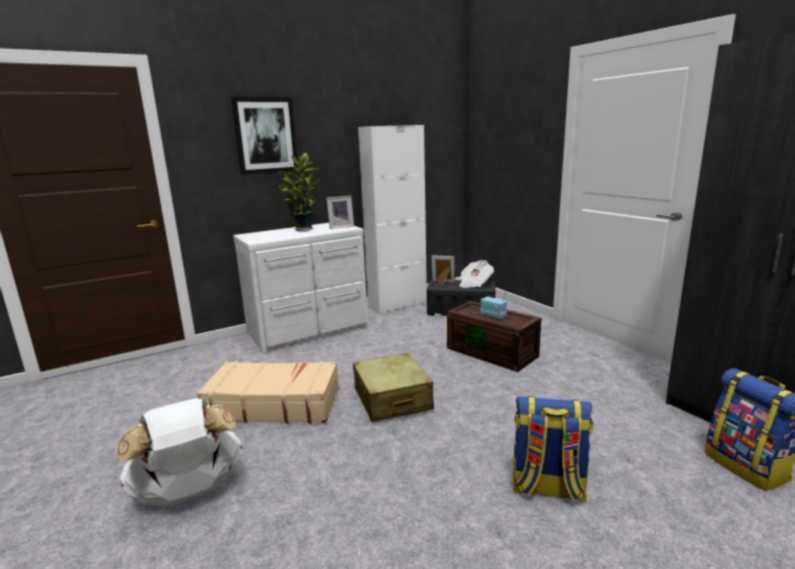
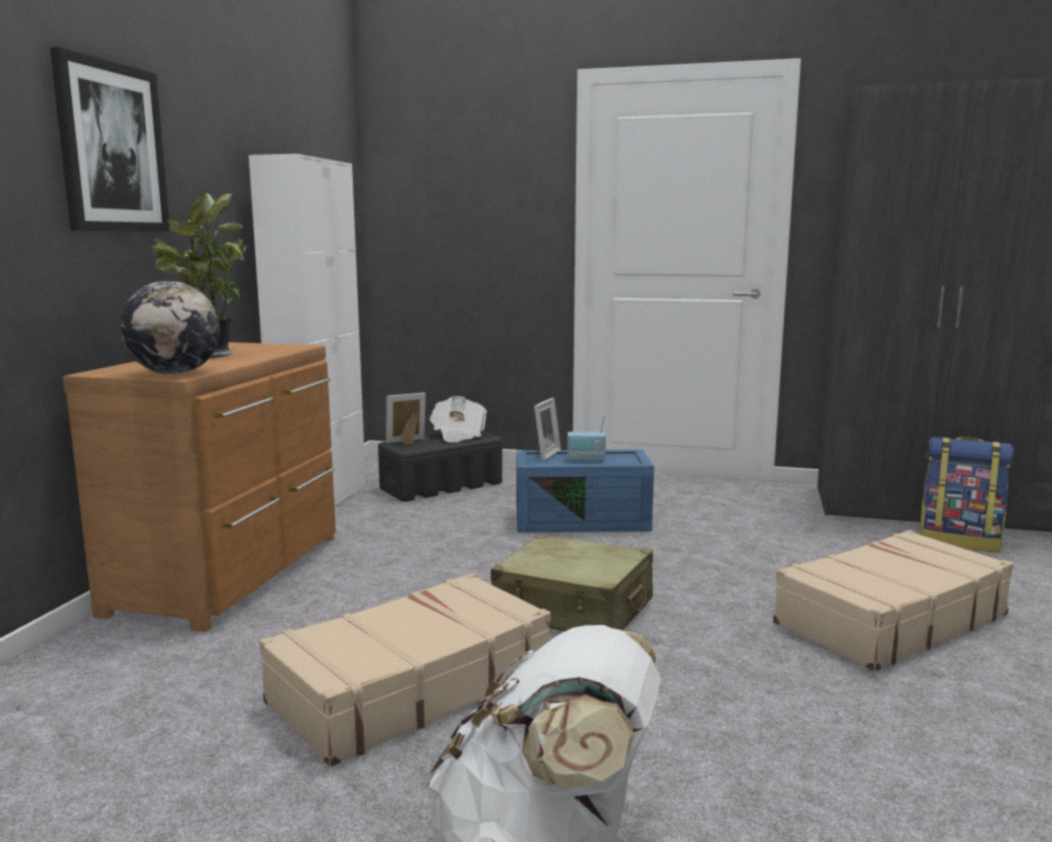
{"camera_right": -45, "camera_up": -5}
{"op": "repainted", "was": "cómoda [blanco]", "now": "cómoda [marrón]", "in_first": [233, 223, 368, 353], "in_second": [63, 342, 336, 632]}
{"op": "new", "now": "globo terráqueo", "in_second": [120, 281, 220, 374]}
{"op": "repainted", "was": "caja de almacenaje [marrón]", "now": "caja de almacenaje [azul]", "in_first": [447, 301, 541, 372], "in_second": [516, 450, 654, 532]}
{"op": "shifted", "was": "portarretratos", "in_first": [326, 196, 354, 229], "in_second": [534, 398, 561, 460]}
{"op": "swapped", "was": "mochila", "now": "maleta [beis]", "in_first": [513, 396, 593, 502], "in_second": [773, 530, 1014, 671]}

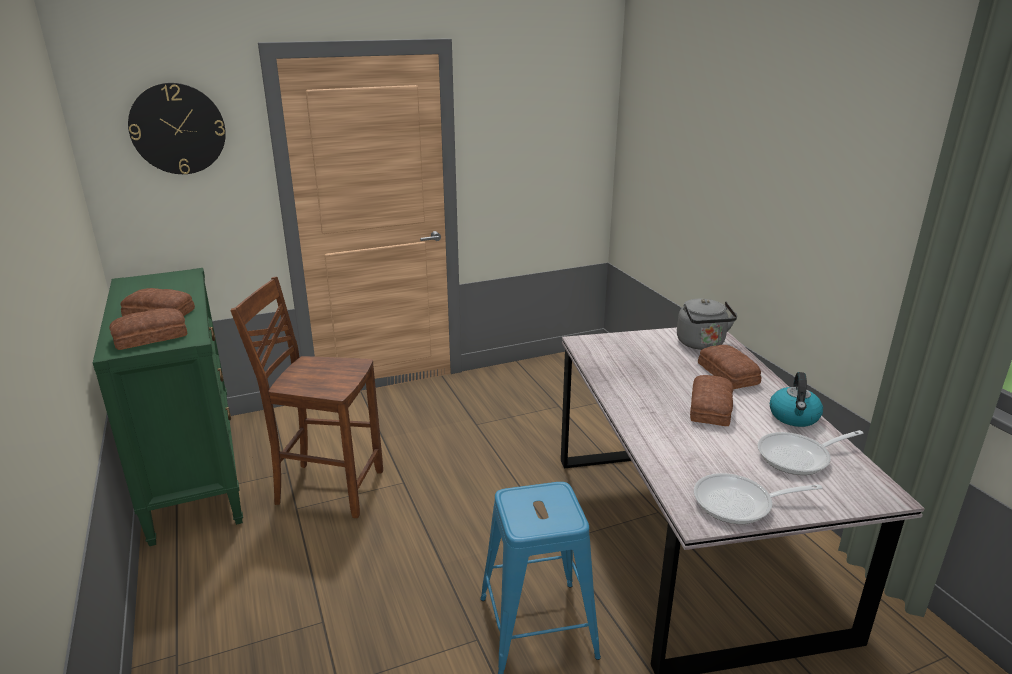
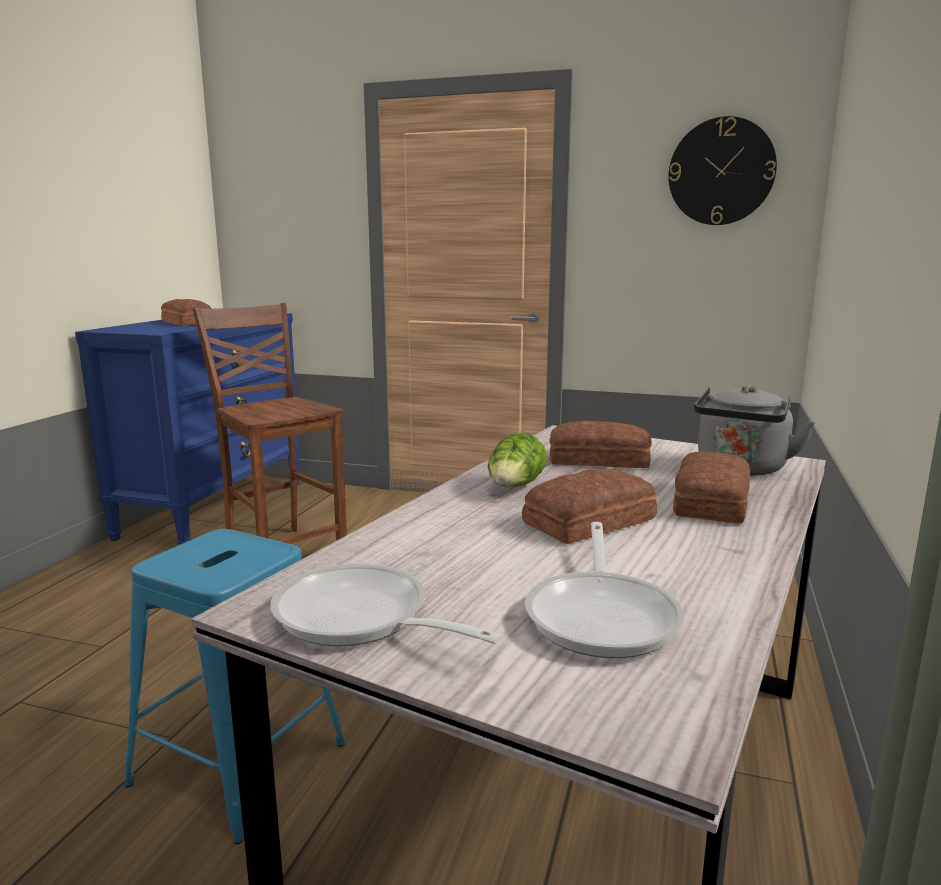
{"camera_right": 40, "camera_up": -10}
{"op": "repainted", "was": "cómoda [verde]", "now": "cómoda [azul]", "in_first": [93, 268, 243, 546], "in_second": [75, 313, 301, 545]}
{"op": "new", "now": "lechuga", "in_second": [488, 432, 547, 487]}
{"op": "rotated", "was": "sartén", "in_first": [757, 430, 863, 475], "in_second": [525, 522, 684, 658], "clockwise": -105}
{"op": "shifted", "was": "pan", "in_first": [109, 308, 187, 350], "in_second": [550, 421, 652, 468]}
{"op": "shifted", "was": "reloj de pared", "in_first": [128, 83, 226, 174], "in_second": [668, 116, 777, 225]}
{"op": "gone", "was": "hervidor", "in_first": [770, 372, 823, 427]}

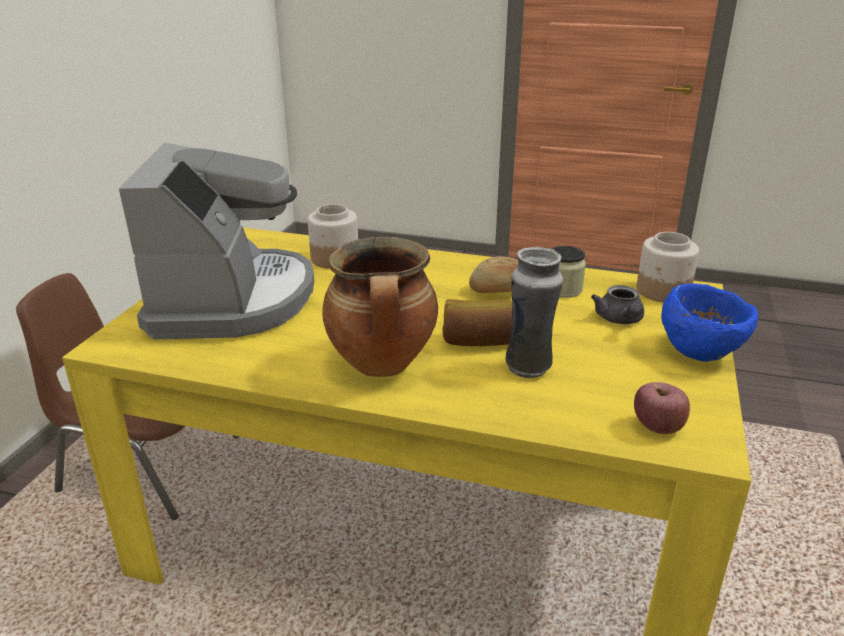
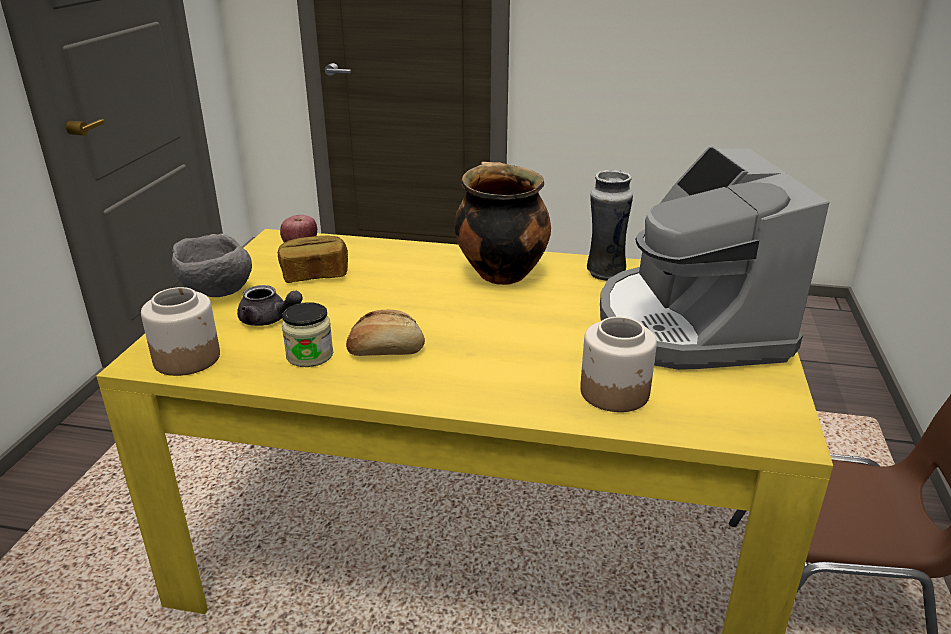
{"camera_right": 175, "camera_up": 0}
{"op": "repainted", "was": "cuenco [azul]", "now": "cuenco [gris]", "in_first": [661, 283, 758, 362], "in_second": [172, 234, 252, 297]}
{"op": "rotated", "was": "tetera [gris]", "in_first": [591, 285, 644, 324], "in_second": [237, 285, 303, 326], "clockwise": 120}
{"op": "shifted", "was": "pan", "in_first": [442, 299, 512, 346], "in_second": [277, 236, 348, 283]}
{"op": "shifted", "was": "florero", "in_first": [505, 246, 563, 378], "in_second": [587, 170, 633, 281]}

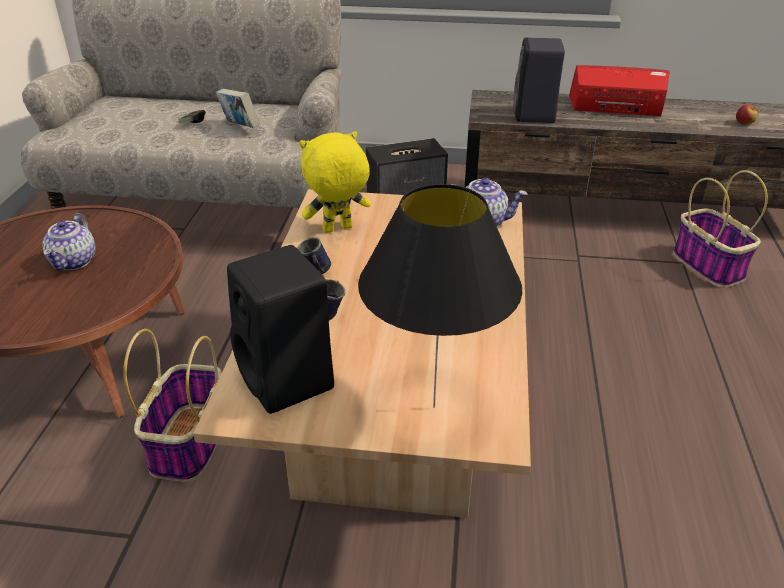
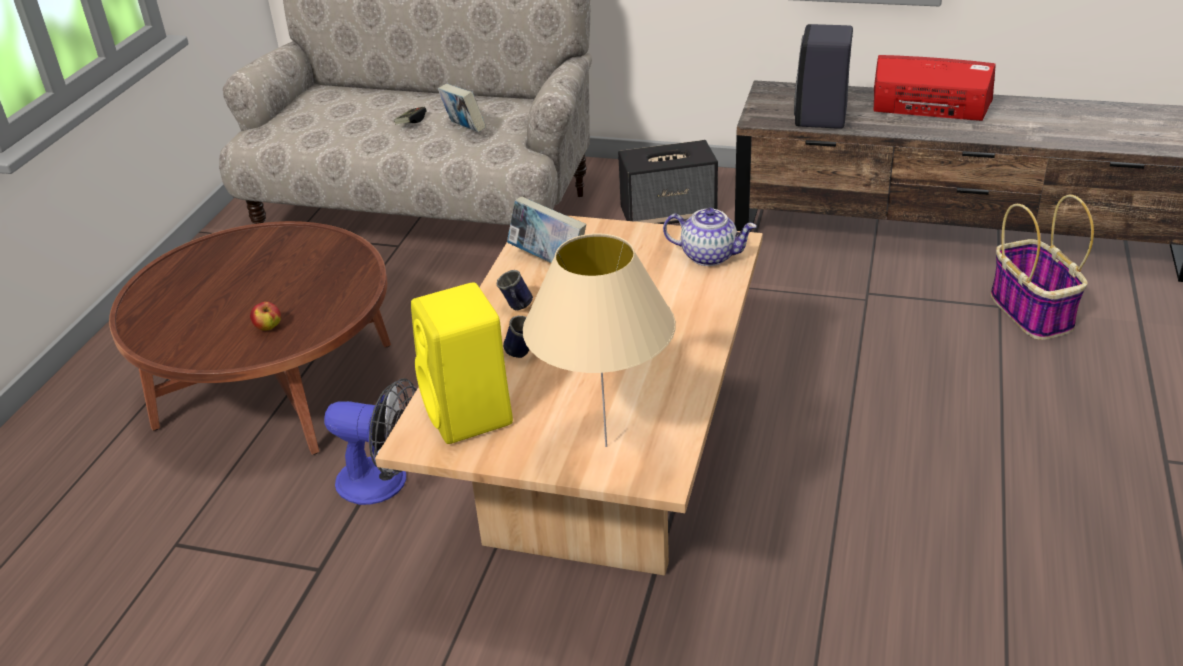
{"camera_right": 10, "camera_up": 0}
{"op": "shifted", "was": "manzana", "in_first": [736, 105, 758, 125], "in_second": [250, 301, 281, 330]}
{"op": "swapped", "was": "cesta", "now": "ventilador", "in_first": [123, 329, 222, 482], "in_second": [324, 378, 417, 505]}
{"op": "repainted", "was": "altavoz [negro]", "now": "altavoz [amarillo]", "in_first": [227, 245, 334, 414], "in_second": [411, 282, 513, 444]}
{"op": "swapped", "was": "peluche [amarillo]", "now": "libro", "in_first": [299, 131, 371, 233], "in_second": [507, 197, 586, 263]}
{"op": "repainted", "was": "lámpara de mesa [negro]", "now": "lámpara de mesa [beis]", "in_first": [358, 184, 522, 408], "in_second": [523, 234, 676, 447]}
{"op": "gone", "was": "tetera", "in_first": [42, 213, 96, 270]}

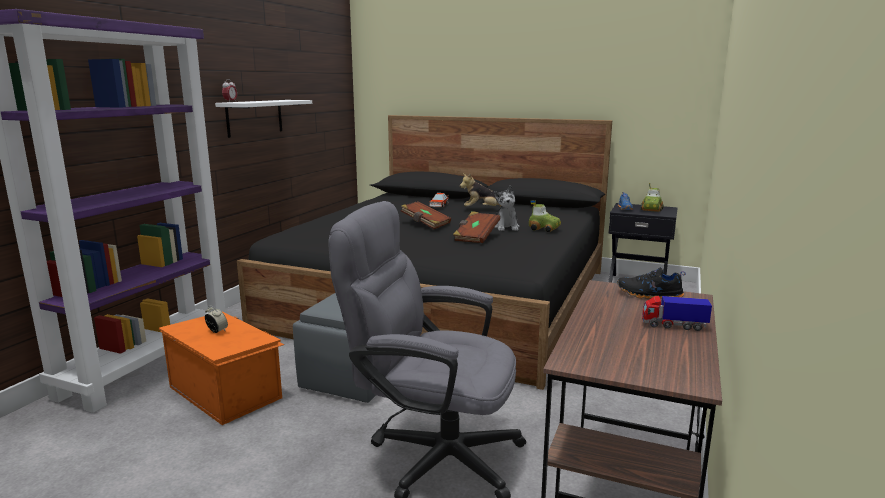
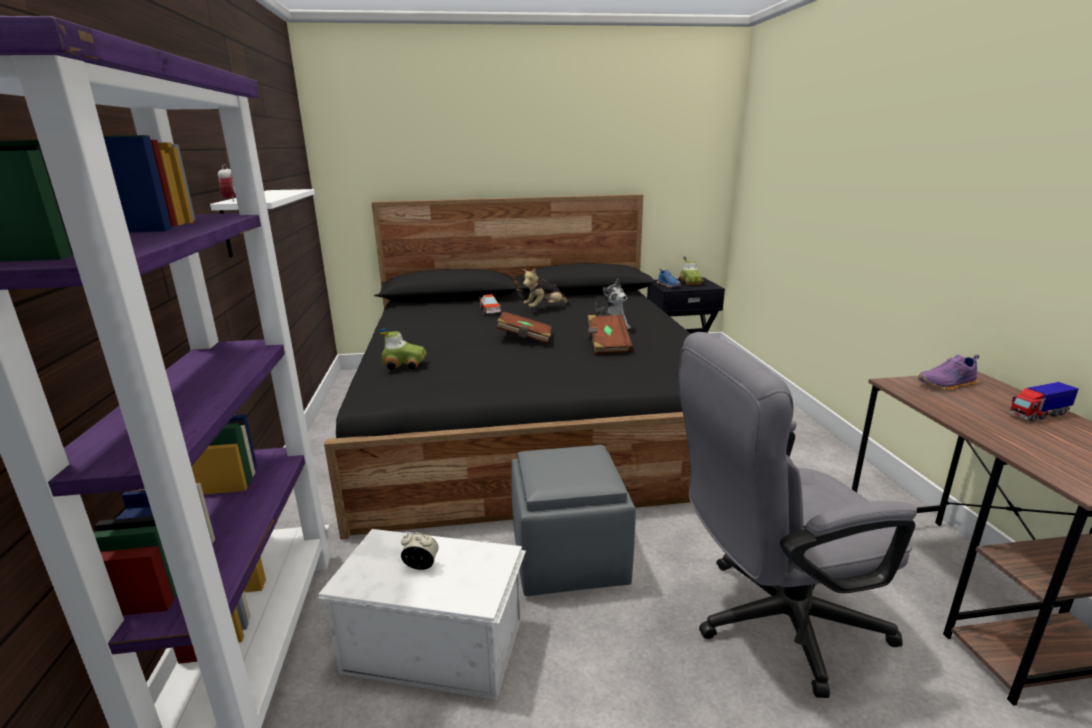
{"camera_right": -30, "camera_up": 5}
{"op": "repainted", "was": "caja de almacenaje [naranja]", "now": "caja de almacenaje [blanco]", "in_first": [159, 311, 284, 425], "in_second": [318, 529, 526, 700]}
{"op": "shifted", "was": "coche de juguete", "in_first": [529, 200, 561, 232], "in_second": [379, 328, 426, 370]}
{"op": "repainted", "was": "zapato [negro]", "now": "zapato [morado]", "in_first": [617, 267, 686, 299], "in_second": [918, 354, 979, 390]}

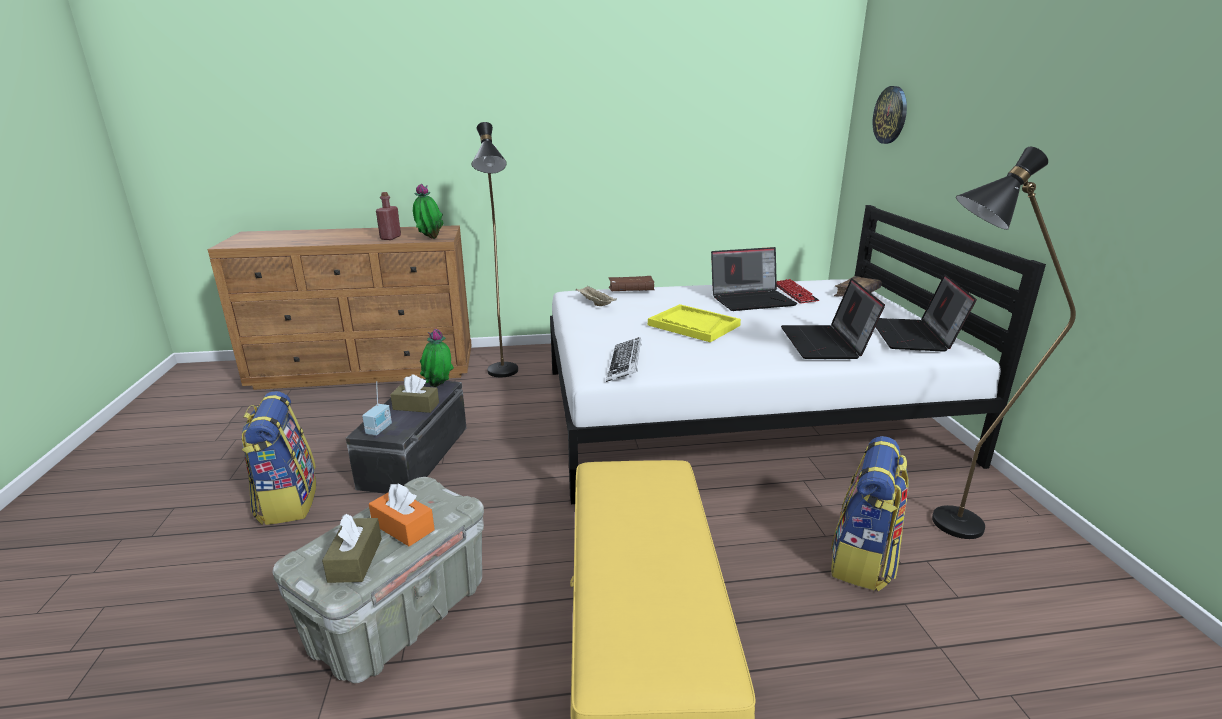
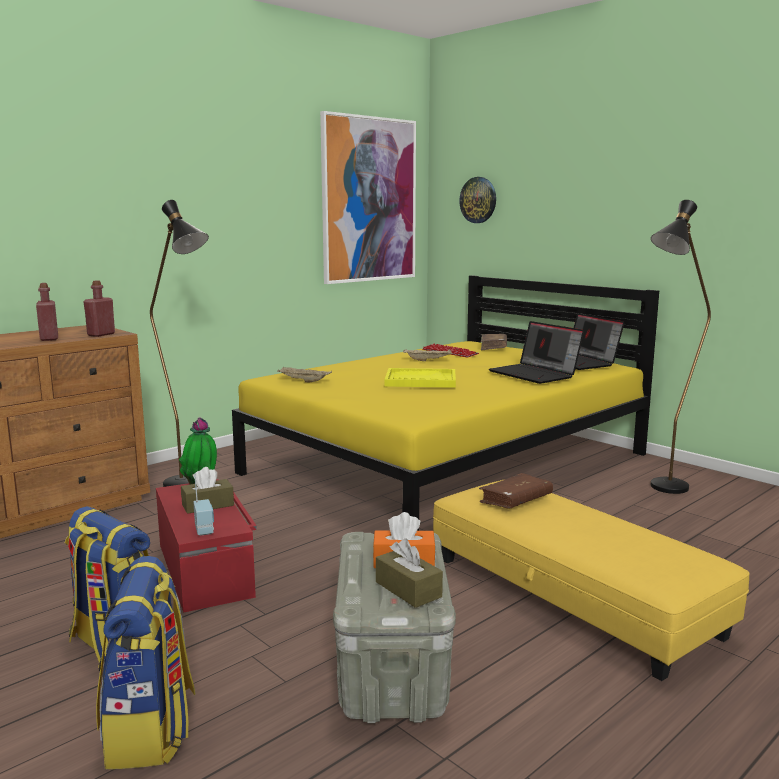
{"camera_right": -35, "camera_up": -10}
{"op": "swapped", "was": "planta en maceta", "now": "botella [rojo]", "in_first": [413, 184, 443, 239], "in_second": [84, 280, 115, 337]}
{"op": "shifted", "was": "mochila", "in_first": [831, 436, 909, 591], "in_second": [96, 556, 196, 769]}
{"op": "repainted", "was": "caja de almacenaje [negro]", "now": "caja de almacenaje [rojo]", "in_first": [346, 379, 466, 494], "in_second": [156, 479, 257, 613]}
{"op": "repainted", "was": "cama [blanco]", "now": "cama [amarillo]", "in_first": [550, 205, 1046, 504], "in_second": [232, 275, 659, 531]}
{"op": "new", "now": "cuadro", "in_second": [320, 111, 416, 284]}
{"op": "swapped", "was": "portátil", "now": "bandeja [beis]", "in_first": [711, 247, 797, 311], "in_second": [403, 349, 452, 361]}
{"op": "shifted", "was": "libro [marrón]", "in_first": [609, 276, 654, 291], "in_second": [479, 473, 553, 508]}
{"op": "gone", "was": "teclado", "in_first": [606, 337, 642, 382]}

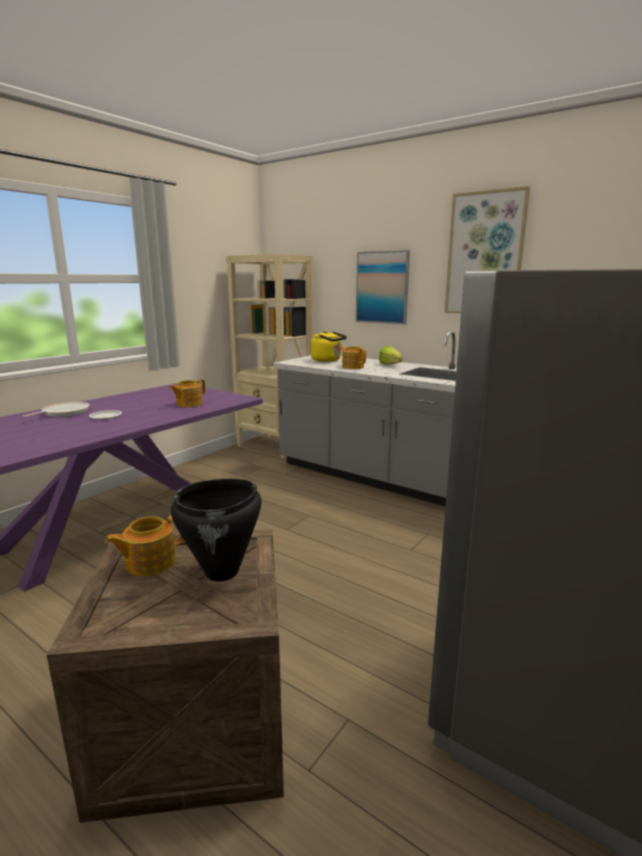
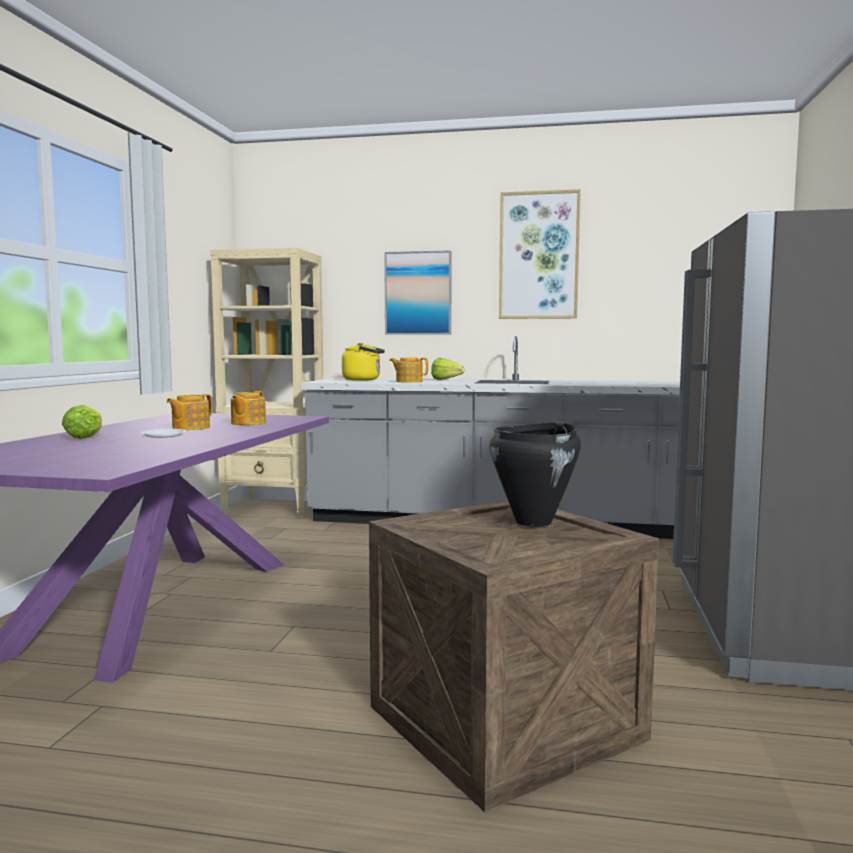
{"camera_right": -25, "camera_up": -10}
{"op": "swapped", "was": "sartén", "now": "lechuga", "in_first": [23, 402, 90, 417], "in_second": [62, 405, 102, 439]}
{"op": "shifted", "was": "tetera", "in_first": [105, 515, 184, 576], "in_second": [167, 394, 212, 430]}

